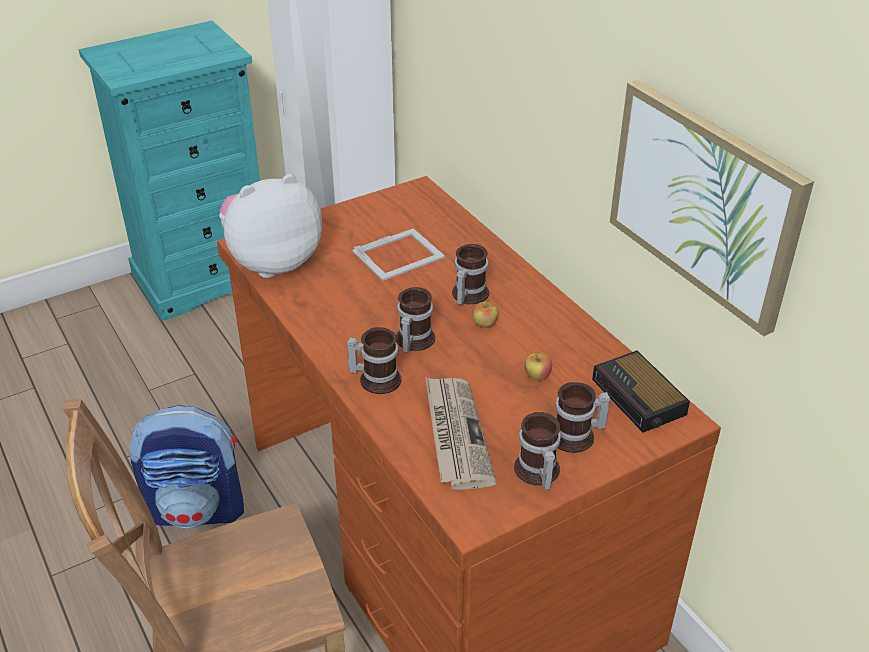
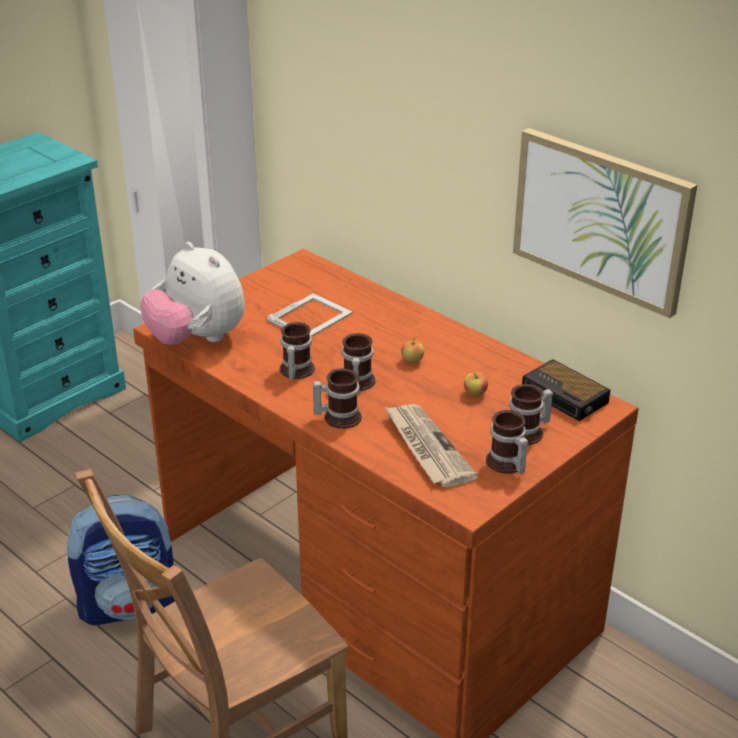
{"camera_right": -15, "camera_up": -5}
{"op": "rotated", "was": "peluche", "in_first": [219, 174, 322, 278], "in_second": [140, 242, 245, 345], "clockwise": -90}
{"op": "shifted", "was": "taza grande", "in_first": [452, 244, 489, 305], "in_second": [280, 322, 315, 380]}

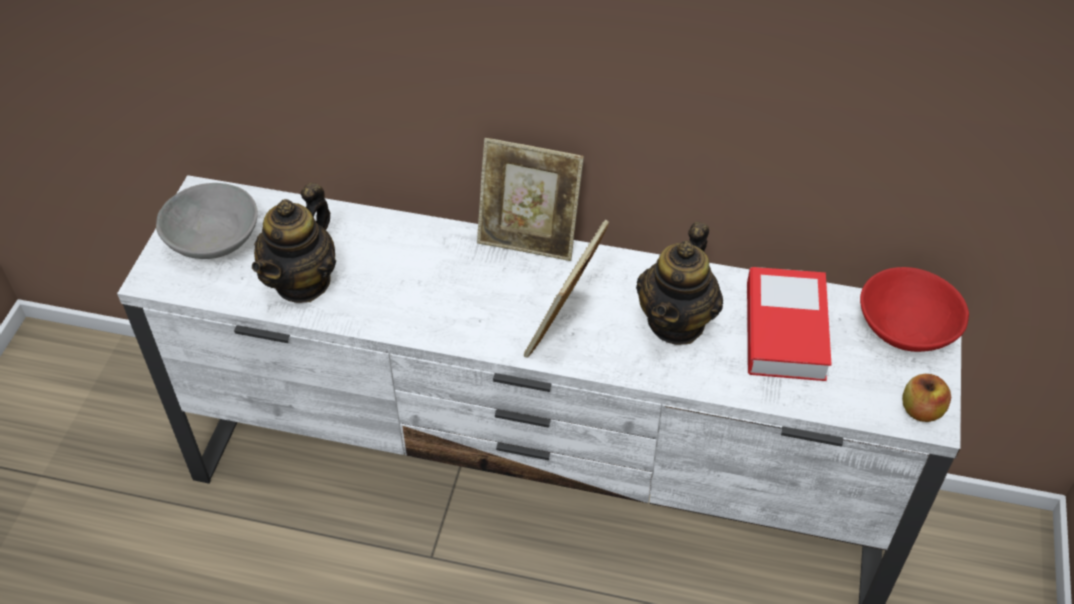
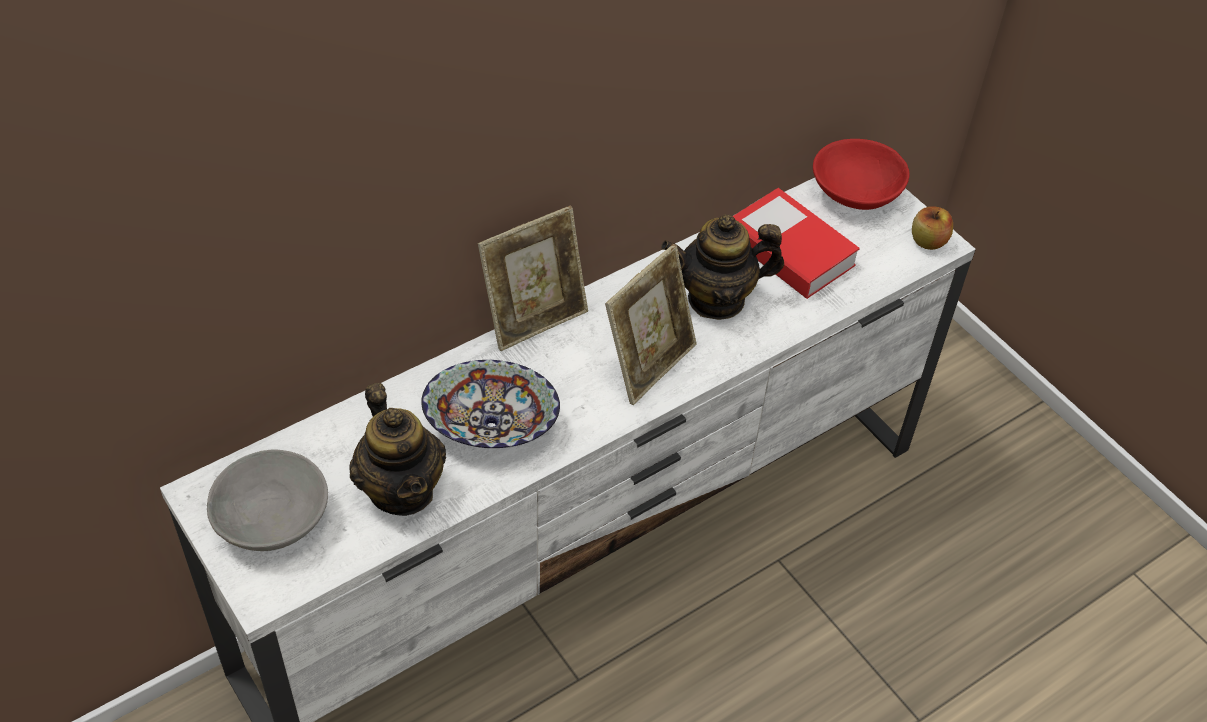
{"camera_right": -50, "camera_up": 0}
{"op": "new", "now": "cuenco", "in_second": [421, 360, 560, 448]}
{"op": "rotated", "was": "portarretratos", "in_first": [524, 220, 609, 358], "in_second": [605, 244, 697, 405], "clockwise": -120}
{"op": "rotated", "was": "tetera", "in_first": [636, 222, 723, 345], "in_second": [661, 214, 784, 320], "clockwise": 105}

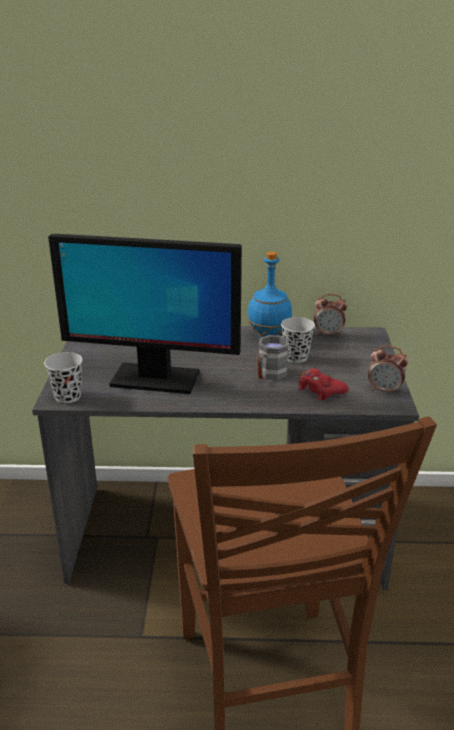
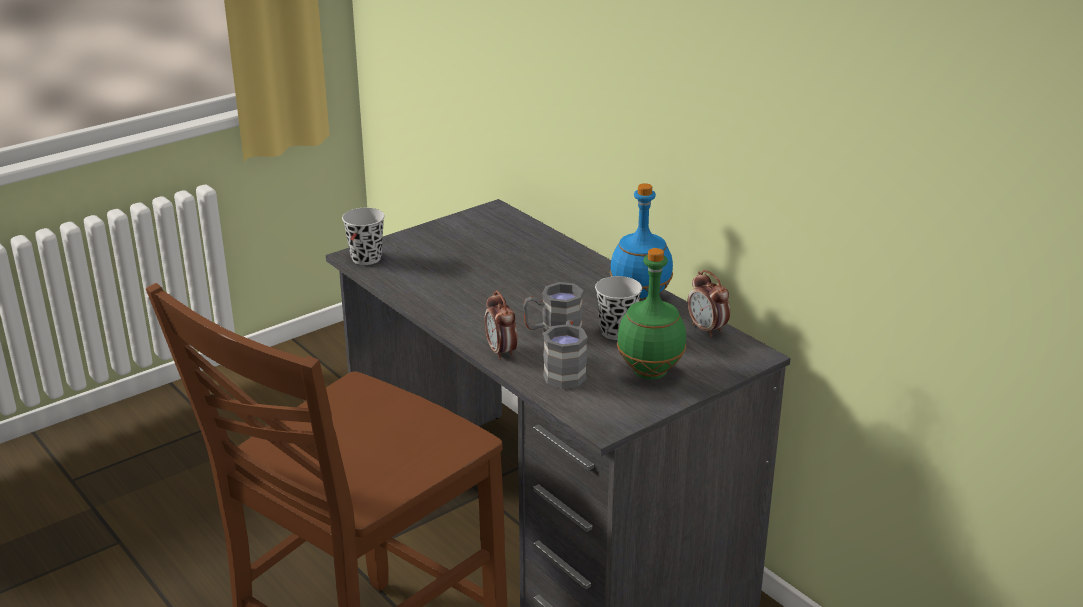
{"camera_right": 50, "camera_up": 0}
{"op": "shifted", "was": "despertador", "in_first": [368, 346, 408, 395], "in_second": [484, 291, 517, 360]}
{"op": "swapped", "was": "mando de consola [rojo]", "now": "taza grande [gris]", "in_first": [299, 369, 349, 400], "in_second": [543, 320, 588, 389]}
{"op": "new", "now": "botella [verde]", "in_second": [617, 248, 686, 380]}
{"op": "gone", "was": "monitor", "in_first": [48, 234, 242, 394]}

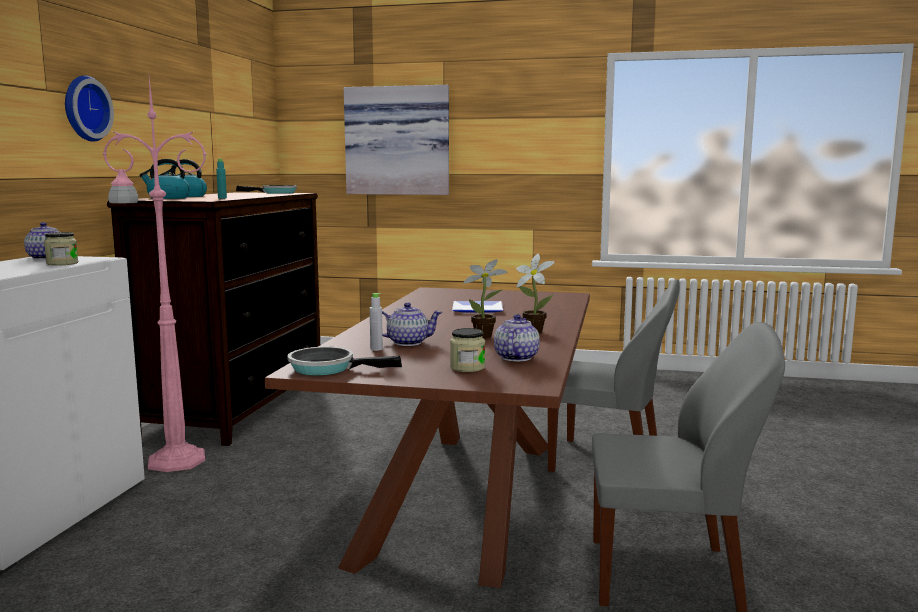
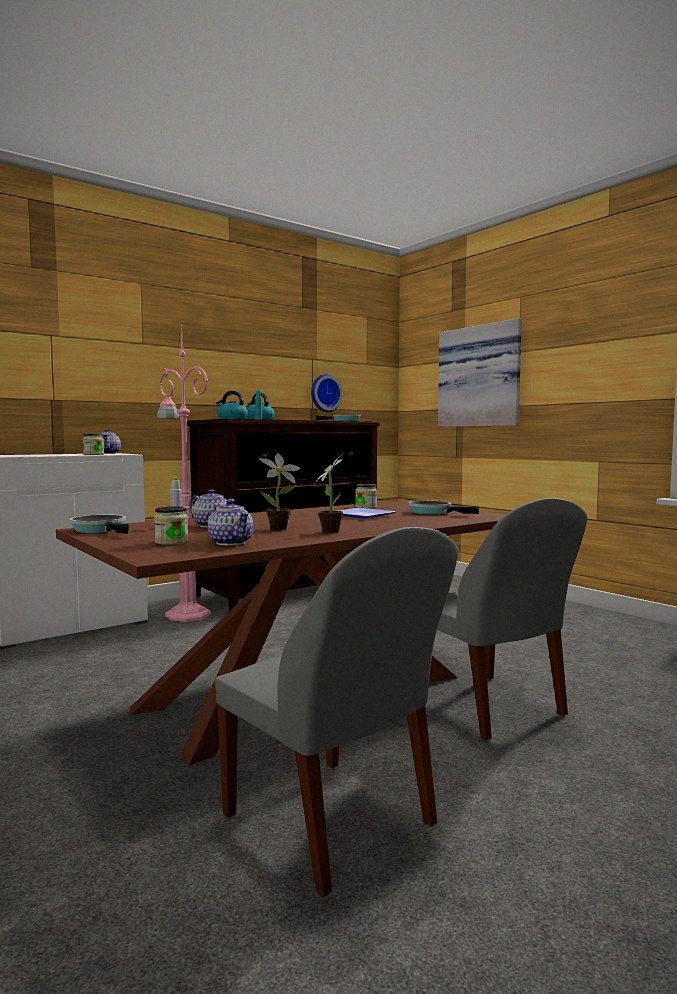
{"camera_right": 40, "camera_up": -5}
{"op": "rotated", "was": "tetera", "in_first": [494, 314, 540, 361], "in_second": [208, 499, 253, 545], "clockwise": 90}
{"op": "shifted", "was": "reloj de pared", "in_first": [65, 75, 114, 142], "in_second": [311, 374, 343, 412]}
{"op": "new", "now": "tarro", "in_second": [355, 484, 377, 509]}
{"op": "new", "now": "sartén", "in_second": [408, 501, 479, 515]}

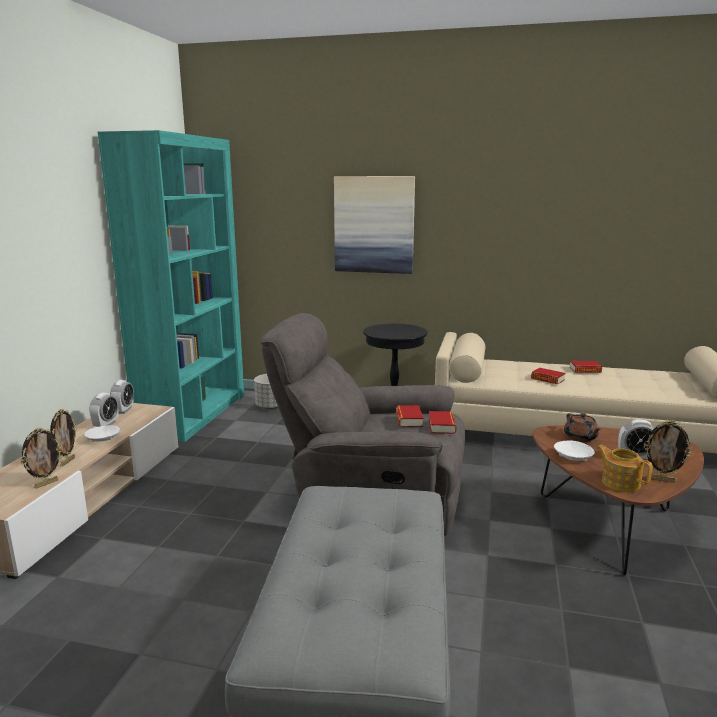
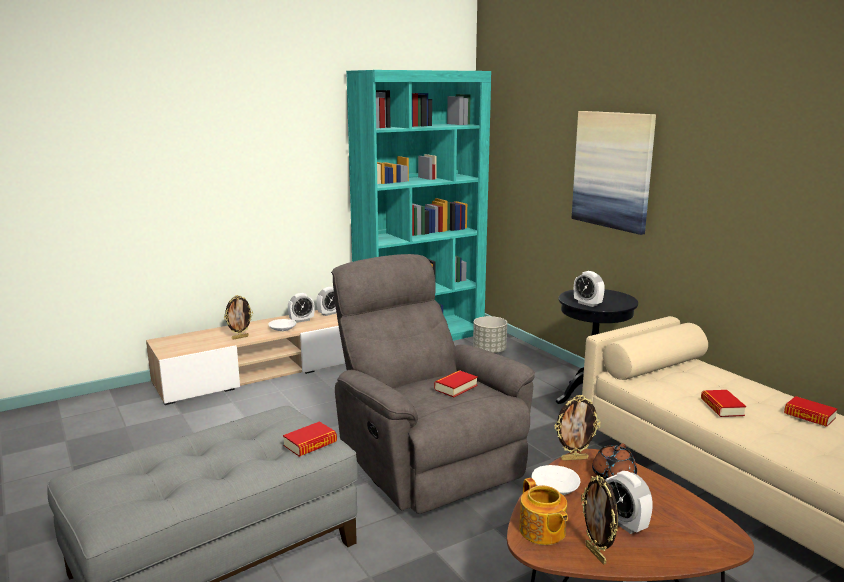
{"camera_right": 45, "camera_up": 0}
{"op": "shifted", "was": "libro", "in_first": [429, 411, 456, 434], "in_second": [283, 421, 337, 457]}
{"op": "rotated", "was": "tetera", "in_first": [596, 445, 653, 492], "in_second": [519, 478, 568, 545], "clockwise": 150}
{"op": "shifted", "was": "portarretratos", "in_first": [20, 427, 63, 489], "in_second": [555, 395, 600, 461]}
{"op": "new", "now": "despertador", "in_second": [574, 271, 605, 307]}

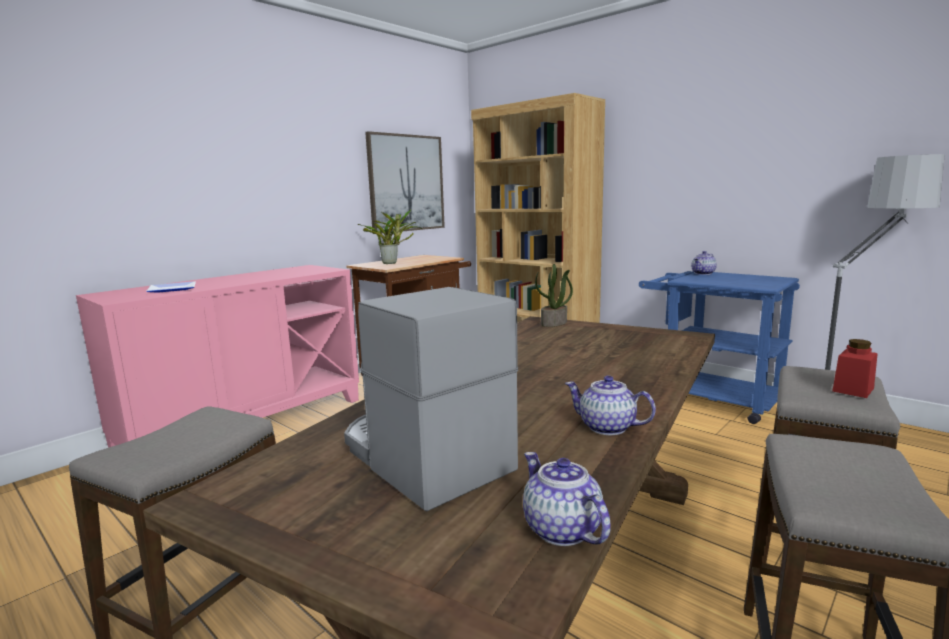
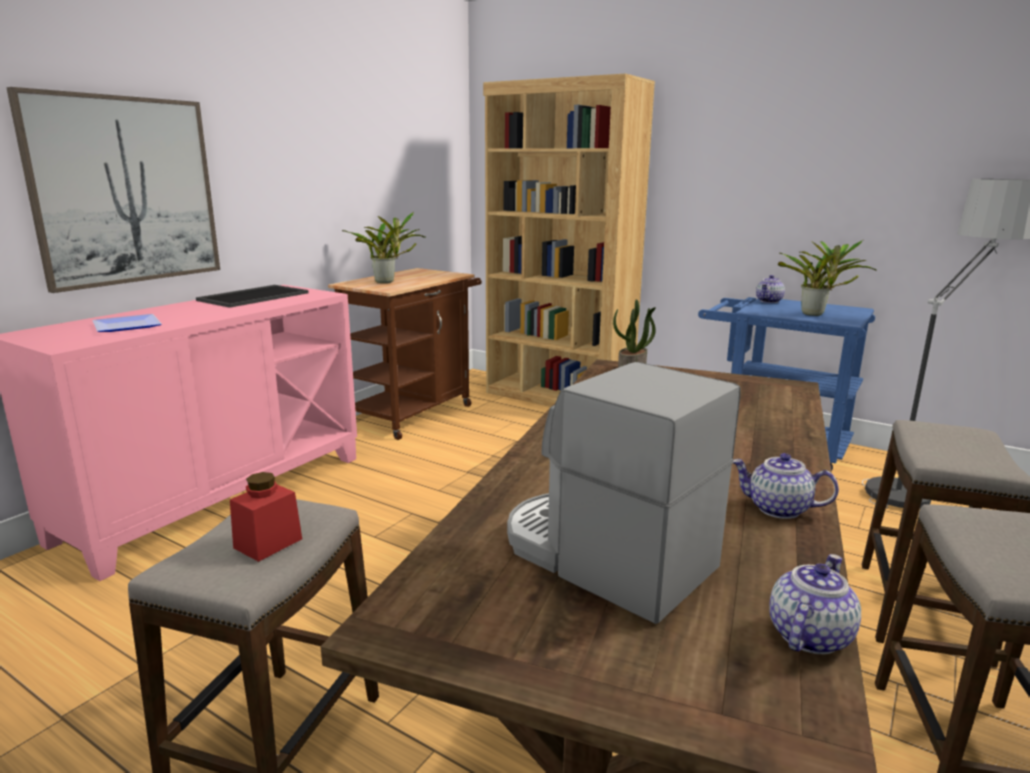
{"camera_right": -10, "camera_up": 5}
{"op": "shifted", "was": "cuadro", "in_first": [365, 131, 445, 234], "in_second": [6, 87, 220, 293]}
{"op": "new", "now": "bandeja", "in_second": [196, 285, 309, 308]}
{"op": "shifted", "was": "tarro [rojo]", "in_first": [832, 339, 878, 398], "in_second": [230, 472, 302, 562]}
{"op": "rotated", "was": "tetera", "in_first": [523, 452, 611, 546], "in_second": [770, 554, 861, 654], "clockwise": 75}
{"op": "new", "now": "planta en maceta", "in_second": [777, 239, 877, 316]}

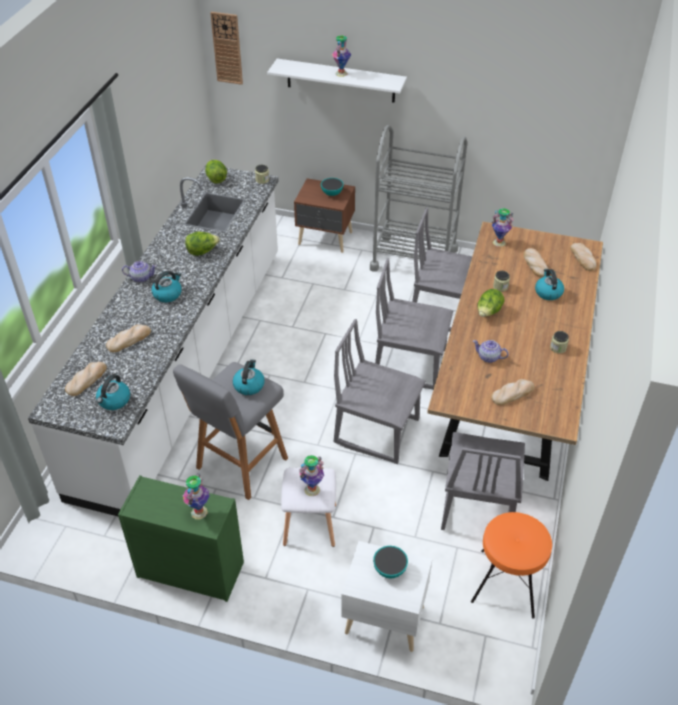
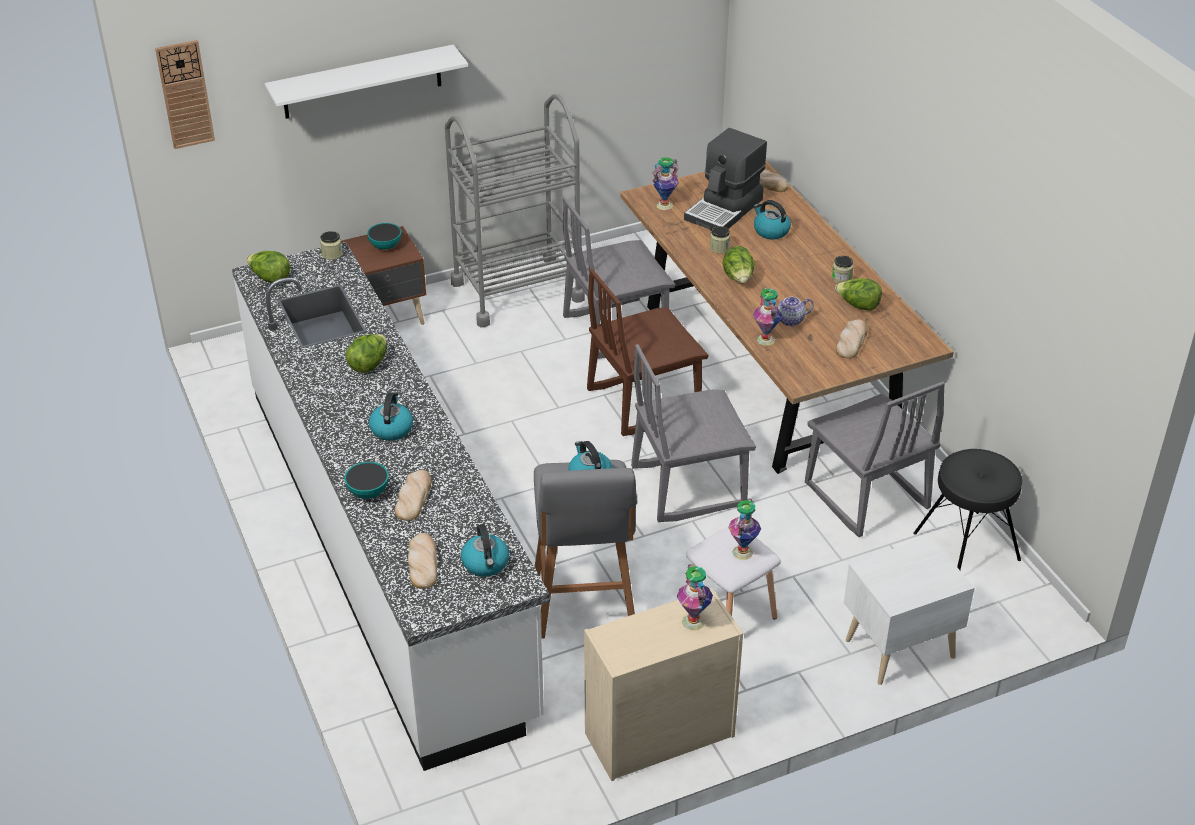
{"camera_right": -40, "camera_up": -5}
{"op": "shifted", "was": "cuenco", "in_first": [373, 546, 408, 578], "in_second": [344, 462, 389, 499]}
{"op": "repainted", "was": "cómoda [verde]", "now": "cómoda [beis]", "in_first": [118, 475, 244, 602], "in_second": [584, 588, 743, 781]}
{"op": "repainted", "was": "silla [gris]", "now": "silla [marrón]", "in_first": [375, 258, 453, 390], "in_second": [587, 268, 709, 436]}
{"op": "swapped", "was": "pan", "now": "cafetera", "in_first": [523, 248, 548, 277], "in_second": [684, 128, 767, 230]}
{"op": "shifted", "was": "florero", "in_first": [332, 35, 351, 77], "in_second": [753, 288, 783, 346]}
{"op": "new", "now": "lechuga", "in_second": [835, 279, 882, 311]}
{"op": "repainted", "was": "taburete [naranja]", "now": "taburete [negro]", "in_first": [471, 512, 552, 619], "in_second": [913, 449, 1022, 570]}
{"op": "gone", "was": "tetera", "in_first": [122, 261, 157, 283]}

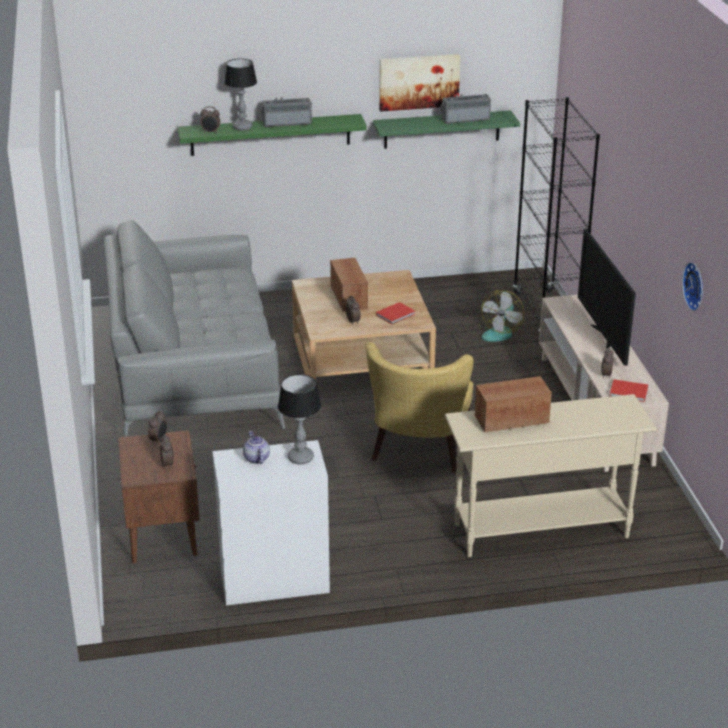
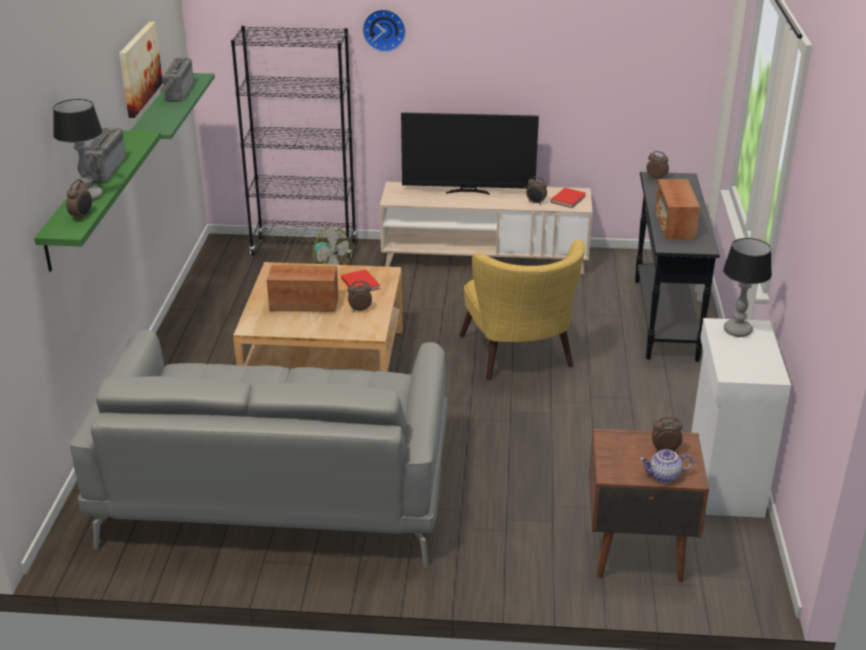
{"camera_right": -75, "camera_up": 0}
{"op": "shifted", "was": "reloj de pared", "in_first": [682, 262, 703, 311], "in_second": [363, 9, 406, 52]}
{"op": "rotated", "was": "sillón [amarillo]", "in_first": [366, 342, 474, 473], "in_second": [460, 239, 585, 380], "clockwise": 45}
{"op": "repainted", "was": "mesa consola [beis]", "now": "mesa consola [negro]", "in_first": [445, 394, 657, 557], "in_second": [635, 172, 720, 362]}
{"op": "shifted", "was": "tetera", "in_first": [243, 431, 270, 464], "in_second": [640, 449, 693, 483]}
{"op": "shifted", "was": "despertador", "in_first": [148, 411, 167, 445], "in_second": [646, 151, 669, 179]}

